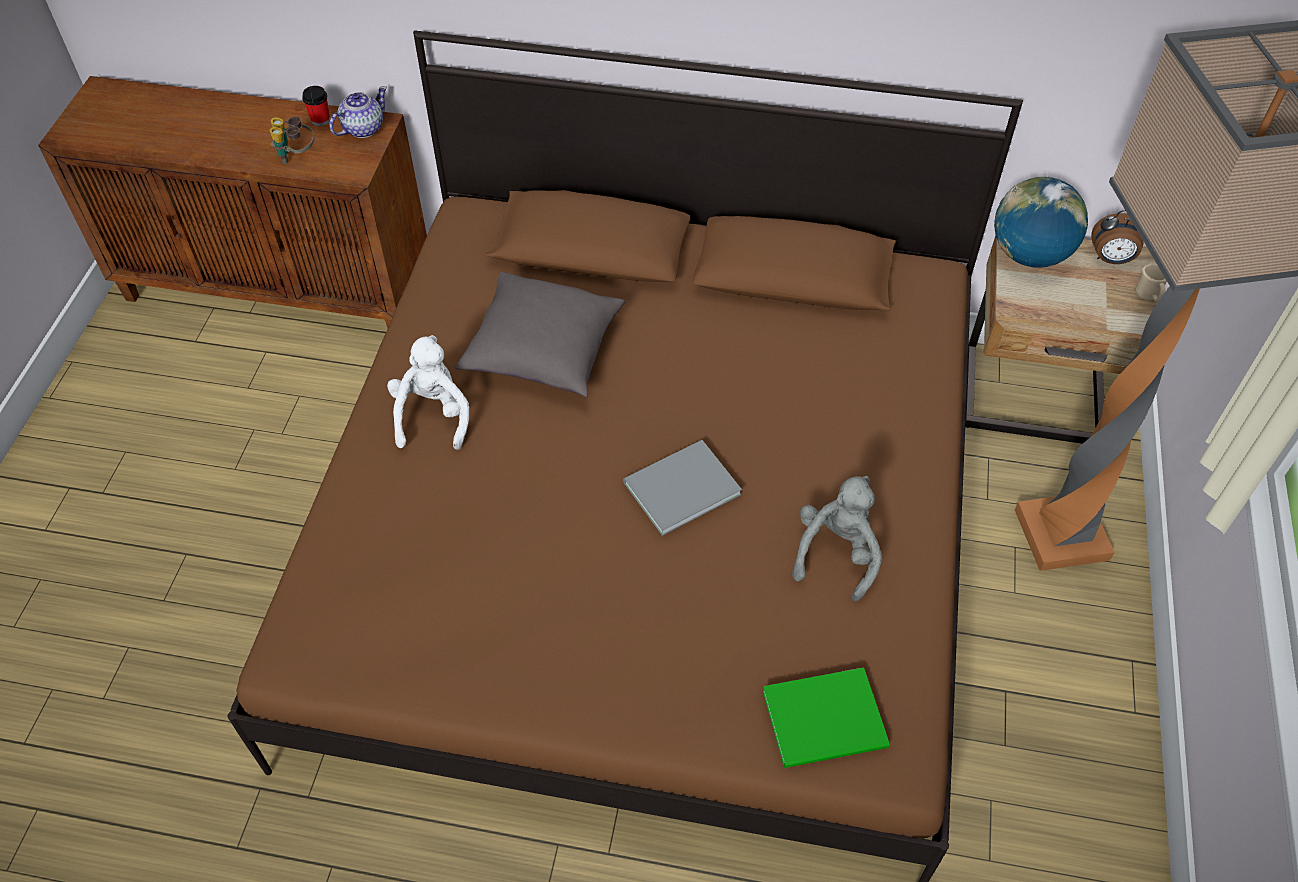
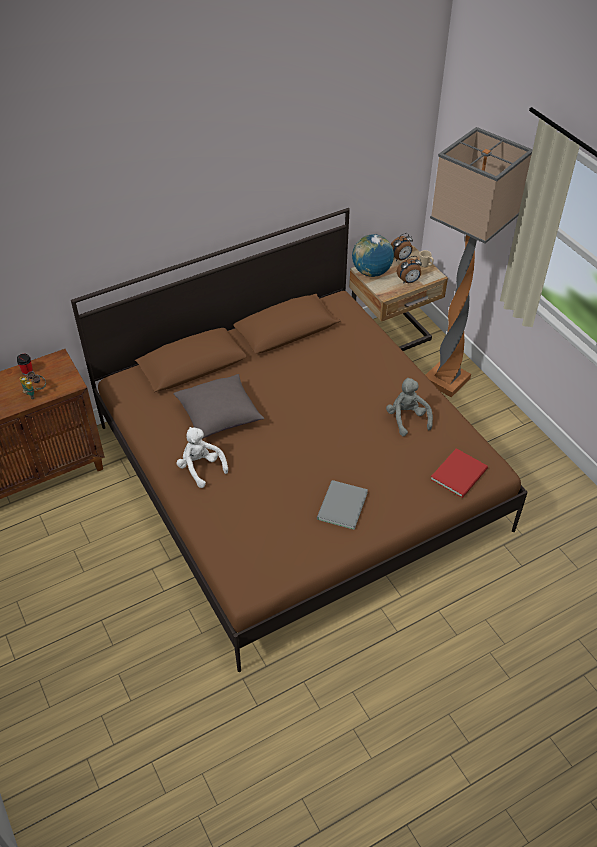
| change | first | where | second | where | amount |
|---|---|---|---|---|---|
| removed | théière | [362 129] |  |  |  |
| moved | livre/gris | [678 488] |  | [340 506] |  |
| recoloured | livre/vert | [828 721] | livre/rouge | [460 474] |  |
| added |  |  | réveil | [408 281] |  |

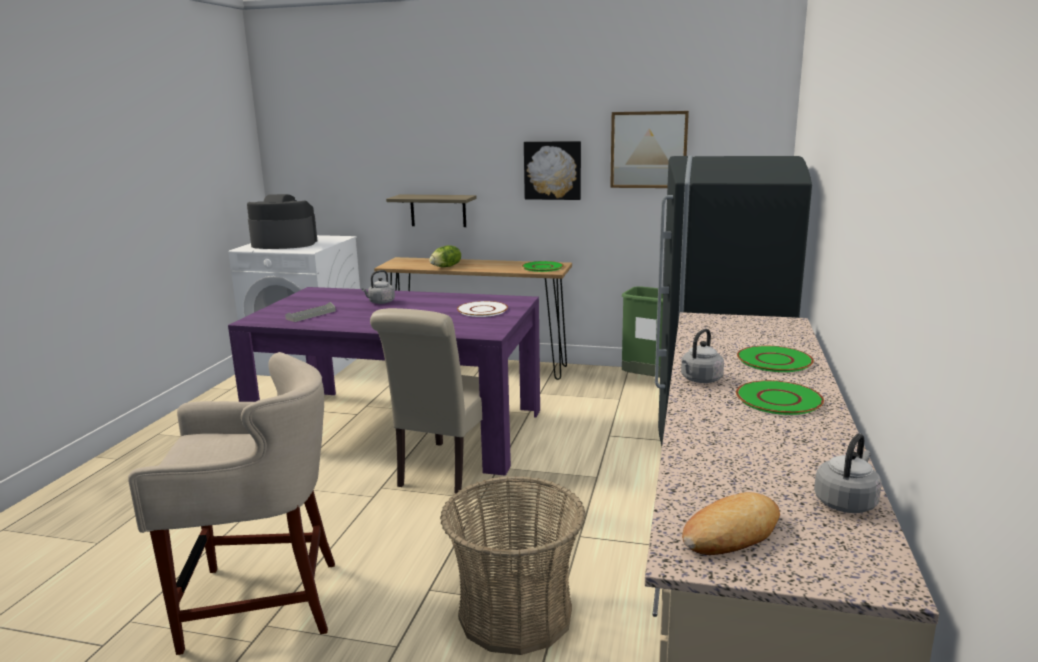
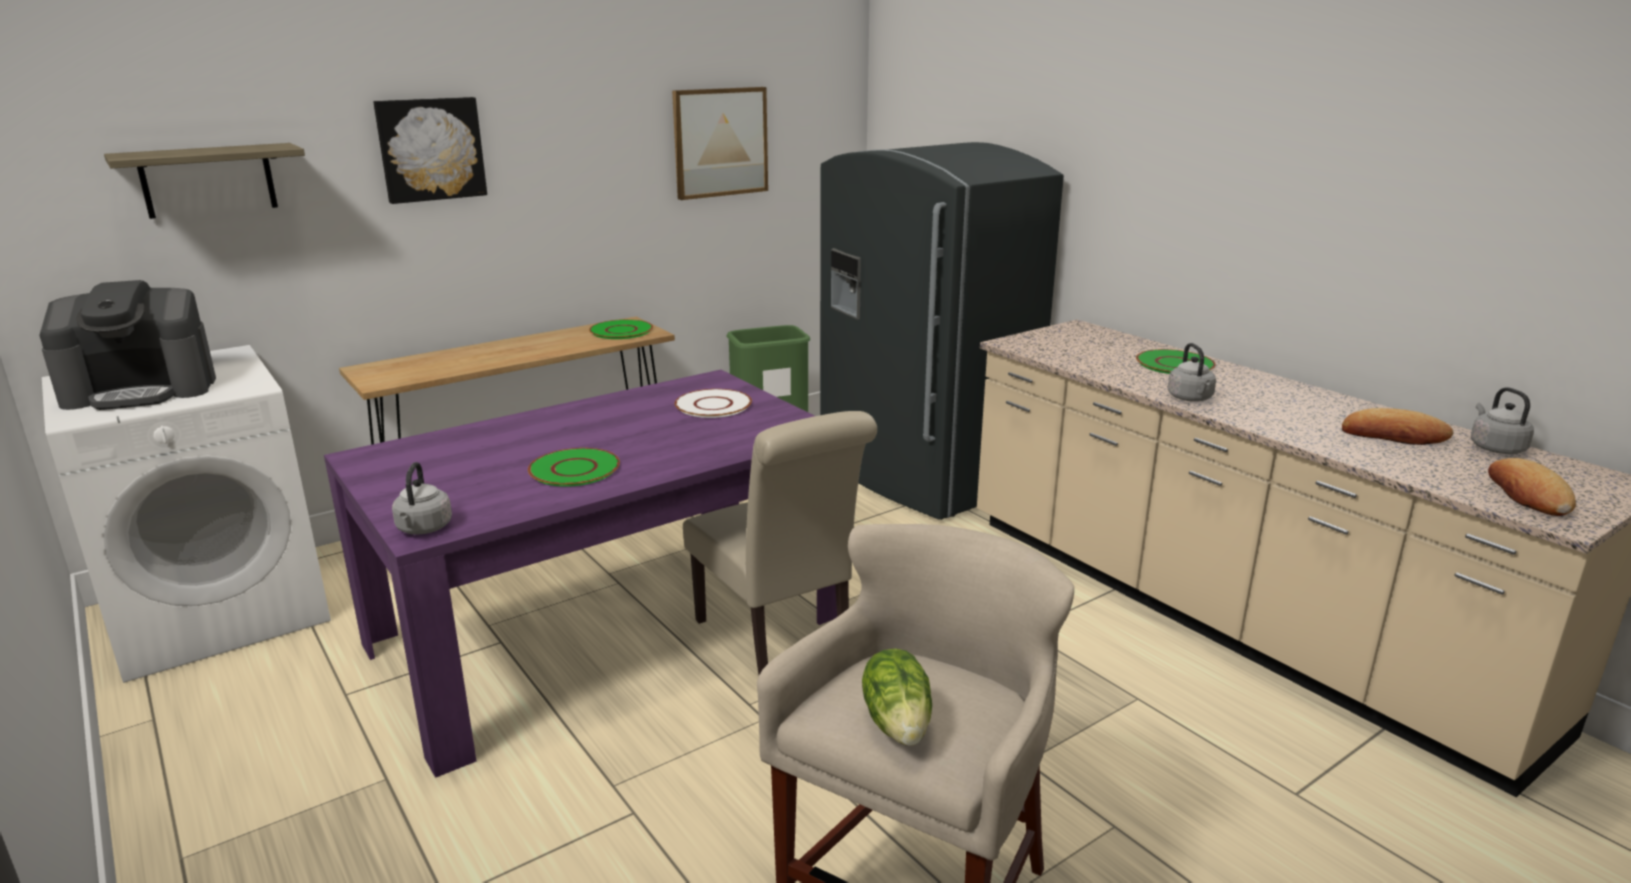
| change | first | where | second | where | amount |
|---|---|---|---|---|---|
| turned | machine à café | [284 244] |  | [142 390] | 150 degrees counterclockwise |
| removed | plateau/gris | [311 315] |  |  |  |
| moved | bouilloire/gris | [380 302] |  | [423 529] |  |
| moved | étagère | [438 210] |  | [208 180] |  |
| moved | laitue | [446 267] |  | [899 723] |  |
| removed | panier | [515 614] |  |  |  |
| moved | tableau | [552 170] |  | [430 149] |  |
| moved | assiette/vert | [779 399] |  | [575 469] |  |
| added |  |  | pain | [1393 436] |  |

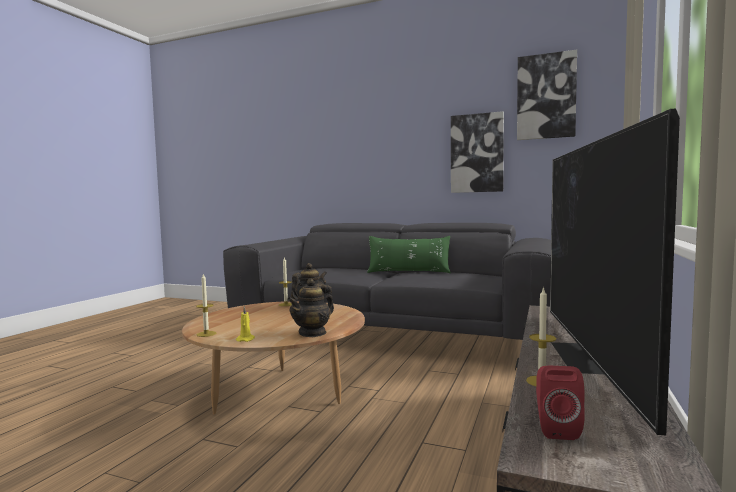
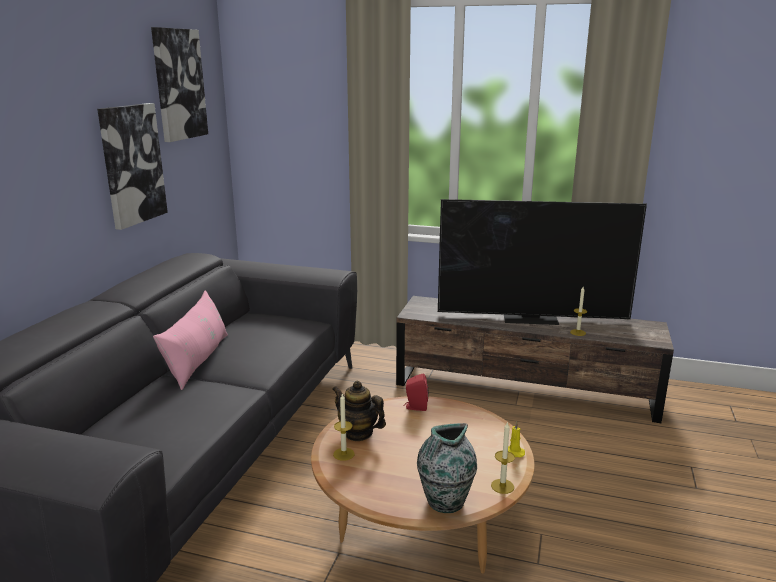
| change | first | where | second | where | amount |
|---|---|---|---|---|---|
| removed | théière | [312 333] |  |  |  |
| recoloured | coussin/vert | [408 272] | coussin/rose | [198 360] |  |
| moved | enceinte/rouge | [556 429] |  | [415 407] |  |
| added |  |  | vase | [444 502] |  |

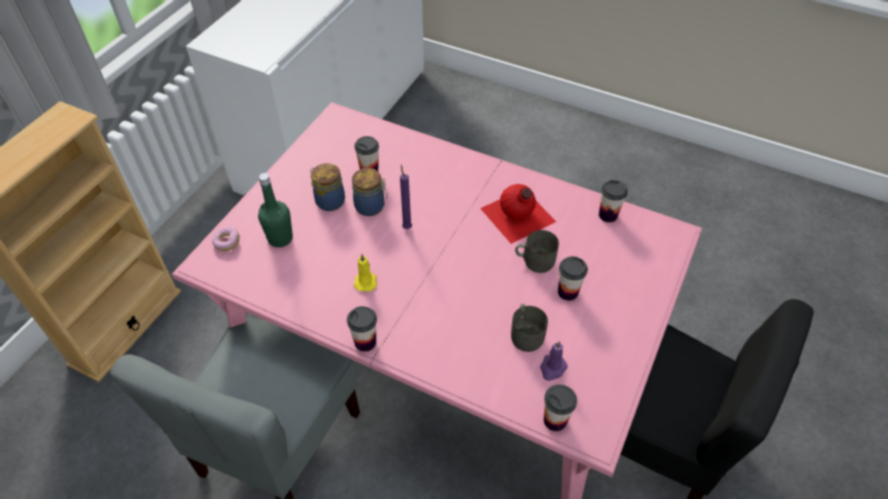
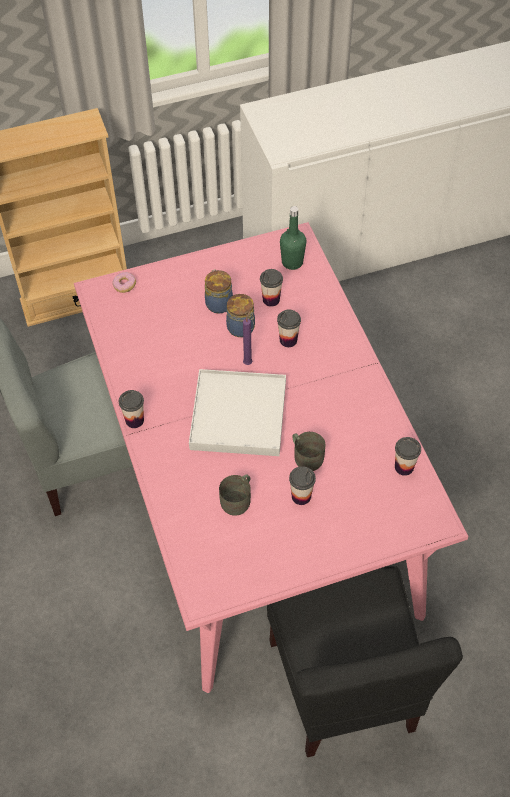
| change | first | where | second | where | amount |
|---|---|---|---|---|---|
| moved | bouteille/vert | [280 238] |  | [292 262] |  |
| removed | bougie/jaune | [365 281] |  |  |  |
| removed | bouteille/rouge | [517 216] |  |  |  |
| removed | bougie/violet | [552 368] |  |  |  |
| moved | tasse | [555 420] |  | [288 340] |  |
| added |  |  | plateau/blanc | [238 416] |  |

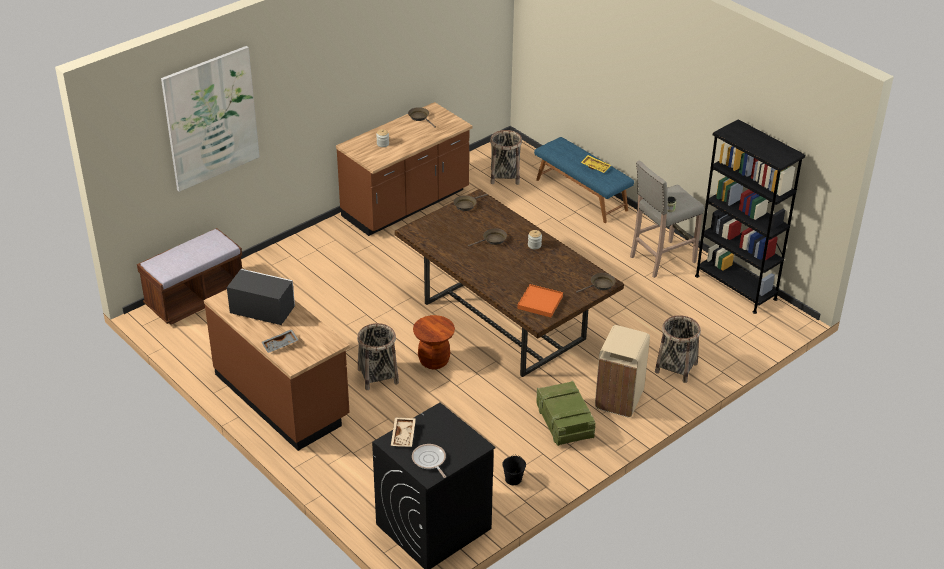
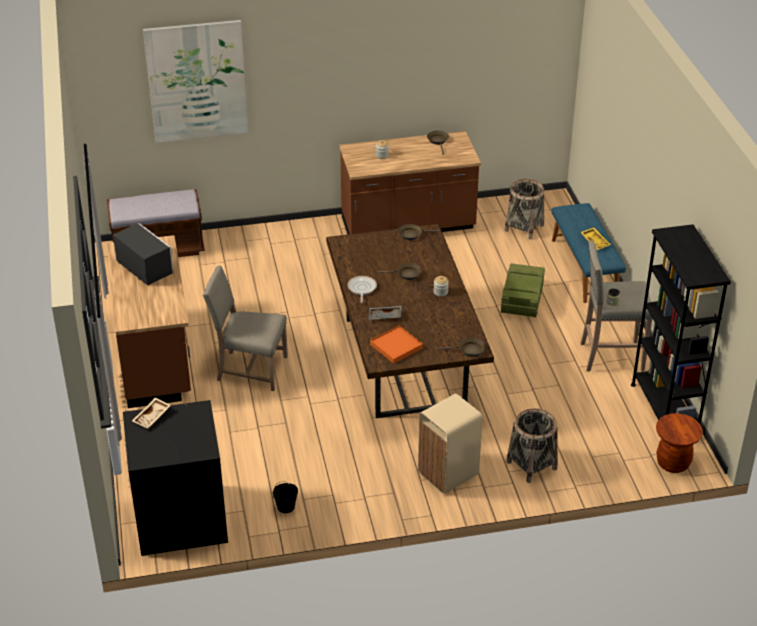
| change | first | where | second | where | amount |
|---|---|---|---|---|---|
| moved | plateau/gris | [280 345] |  | [385 317] |  |
| replaced | panier | [378 376] | chaise/beige | [249 369] |  |
| moved | poêle | [429 460] |  | [361 289] |  |
| moved | tabouret/marron | [434 361] |  | [673 463] |  |
| moved | caisse | [564 422] |  | [522 299] |  |

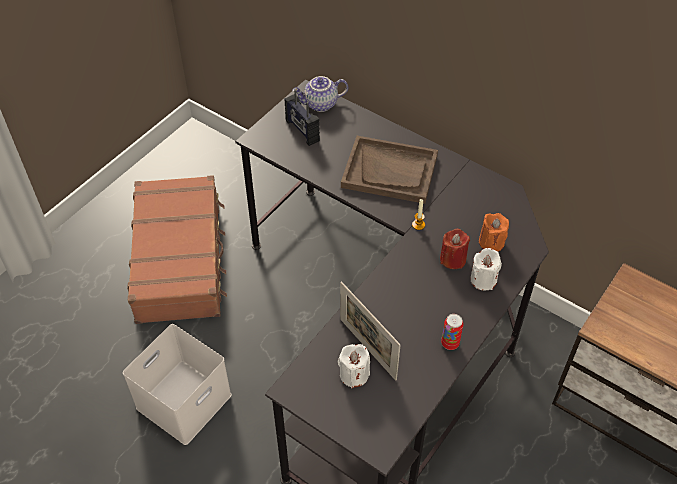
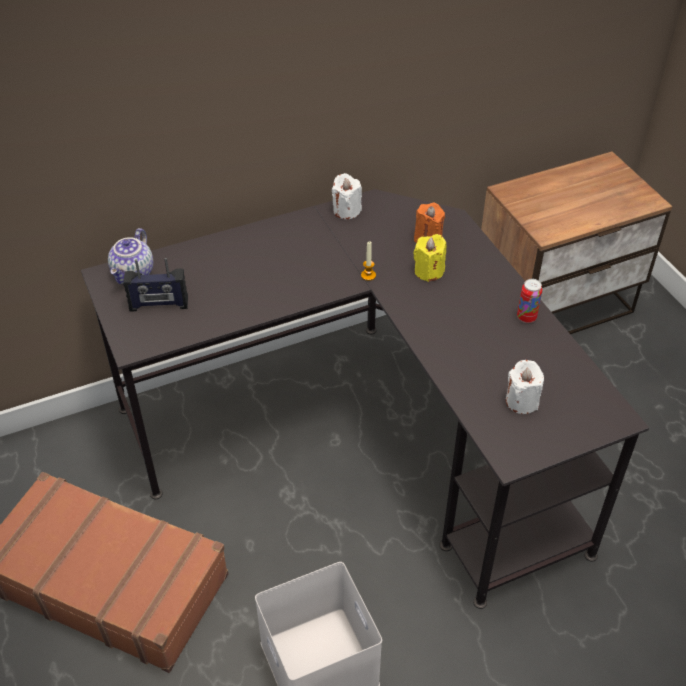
| change | first | where | second | where | amount |
|---|---|---|---|---|---|
| removed | cadre photo | [367 348] |  |  |  |
| removed | plateau/marron | [390 171] |  |  |  |
| recoloured | bougie/rouge | [453 259] | bougie/jaune | [429 271] |  |
| moved | bougie/blanc | [483 280] |  | [346 210] |  |

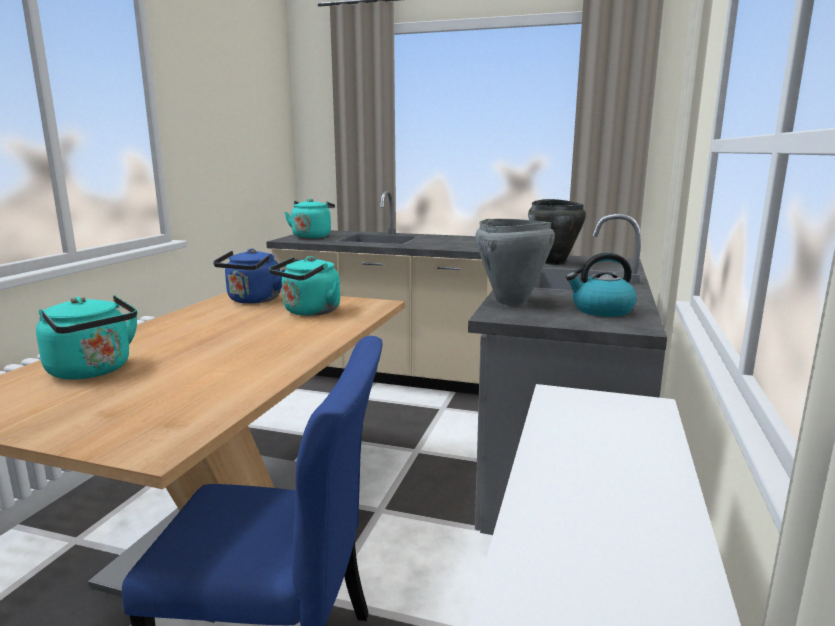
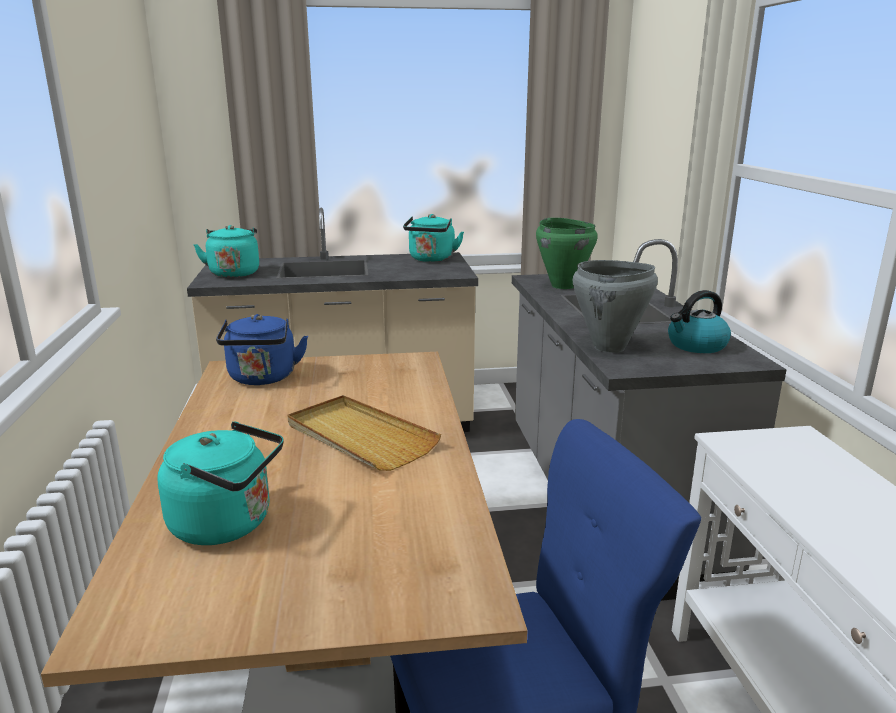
| change | first | where | second | where | amount |
|---|---|---|---|---|---|
| moved | bouilloire/turquoise | [309 312] |  | [431 259] |  |
| recoloured | marmite/noir | [553 262] | marmite/vert | [563 286] |  |
| added |  |  | plateau/beige | [359 437] |  |

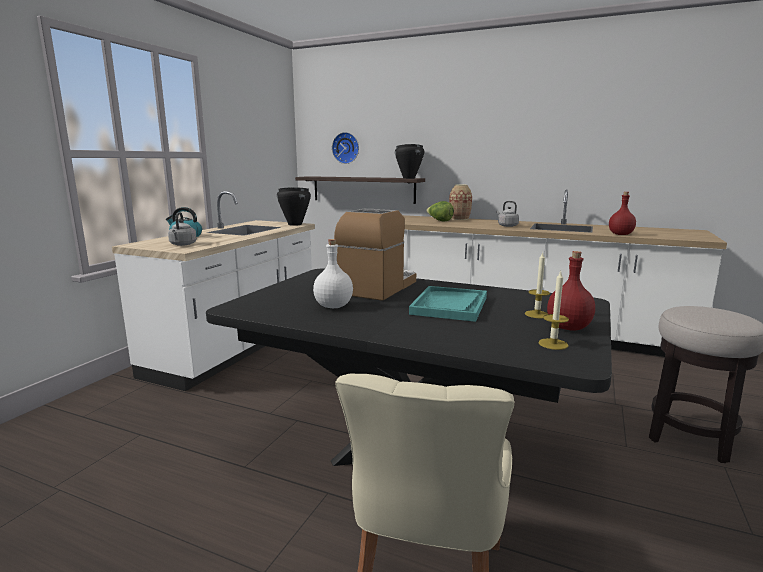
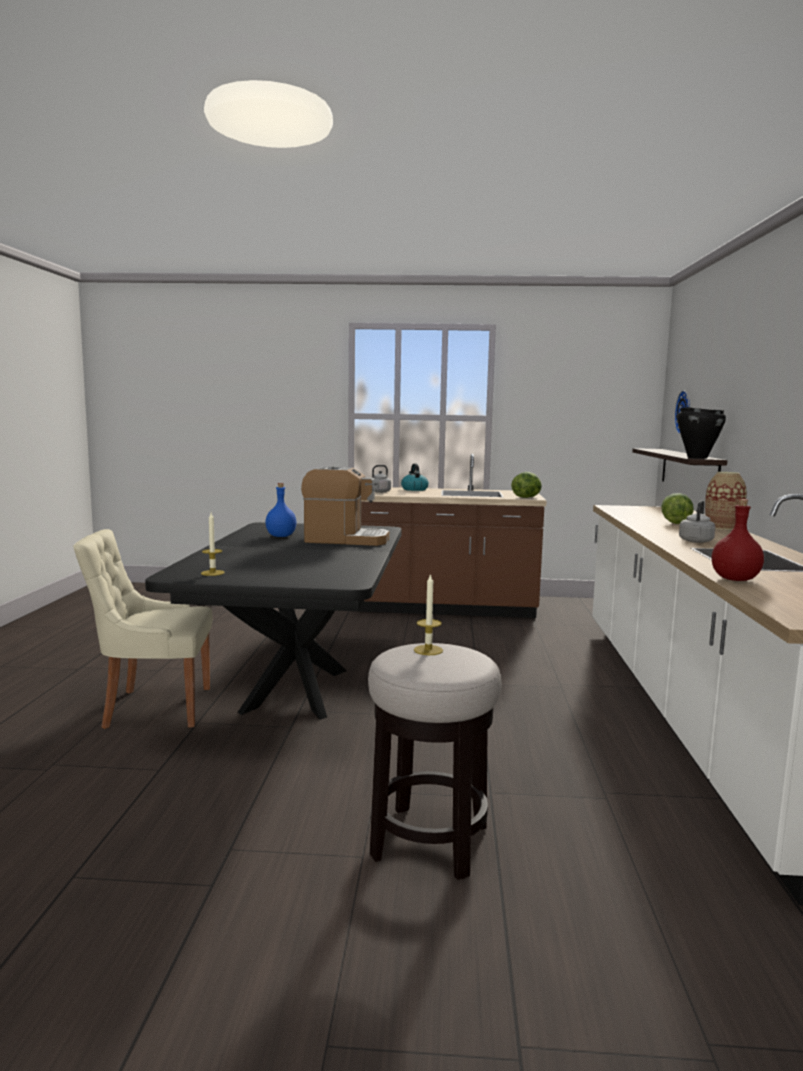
| change | first | where | second | where | amount |
|---|---|---|---|---|---|
| recoloured | comptoir de cuisine/blanc | [237 348] | comptoir de cuisine/marron | [442 608] |  |
| replaced | marmite/noir | [294 224] | laitue | [527 497] |  |
| recoloured | bouteille/blanc | [334 306] | bouteille/bleu | [281 536] |  |
| removed | plateau/turquoise | [450 306] |  |  |  |
| moved | bougie | [537 314] |  | [428 650] |  |
| removed | bouteille/rouge | [568 328] |  |  |  |

